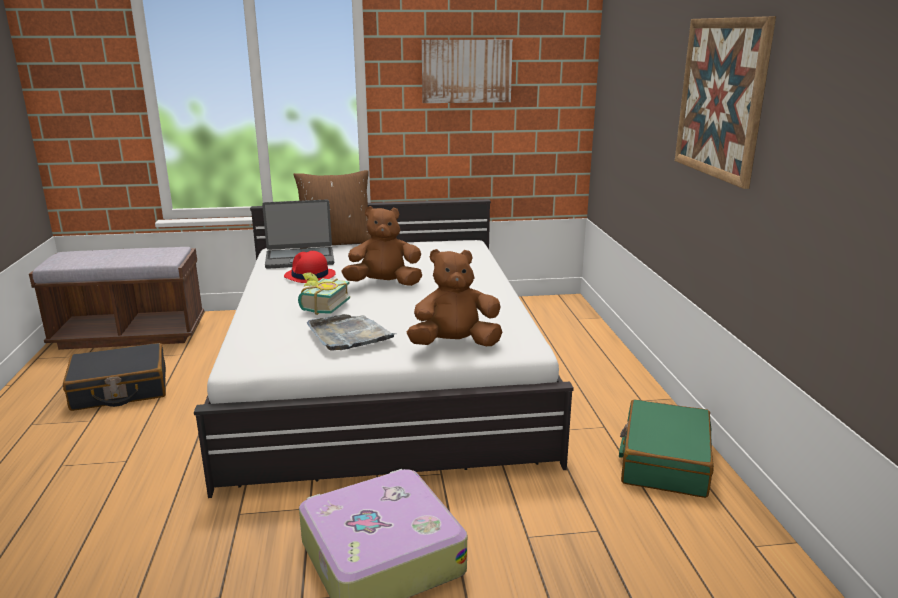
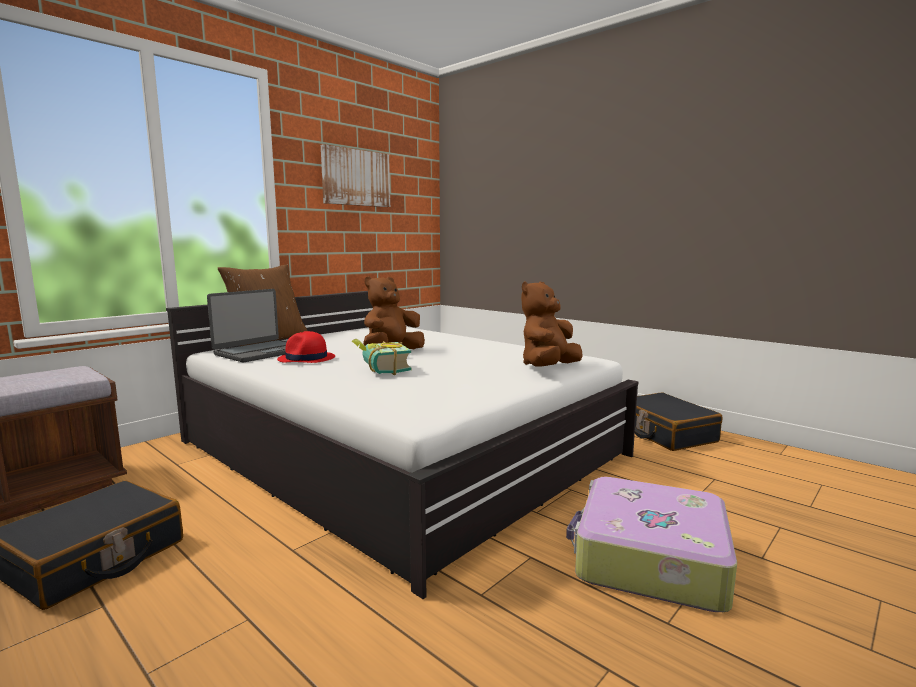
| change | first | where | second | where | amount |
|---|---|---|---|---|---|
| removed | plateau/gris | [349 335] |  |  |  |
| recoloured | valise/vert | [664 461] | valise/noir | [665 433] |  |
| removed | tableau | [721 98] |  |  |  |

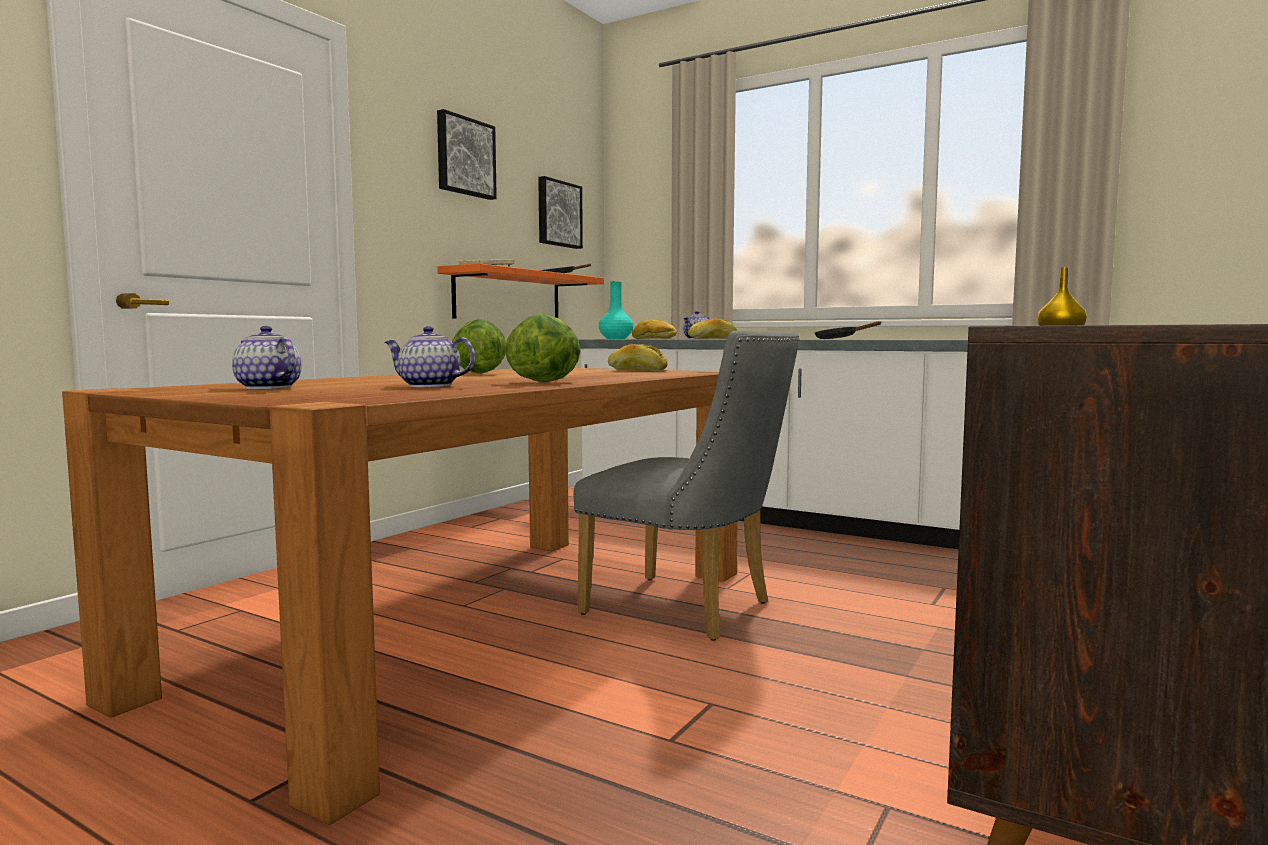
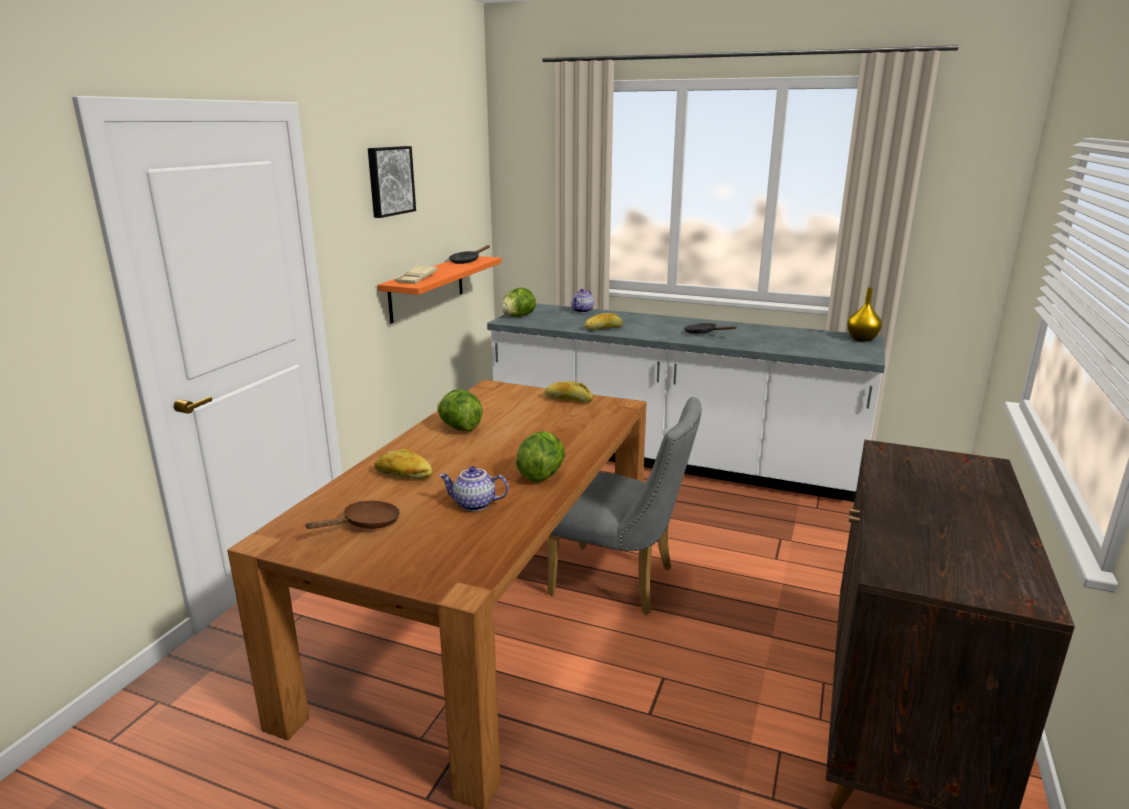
| change | first | where | second | where | amount |
|---|---|---|---|---|---|
| replaced | théière | [266 388] | poêle/marron | [366 524] |  |
| removed | tableau | [558 214] |  |  |  |
| replaced | vase/turquoise | [616 338] | laitue | [518 316] |  |
| moved | pain | [654 339] |  | [403 475] |  |

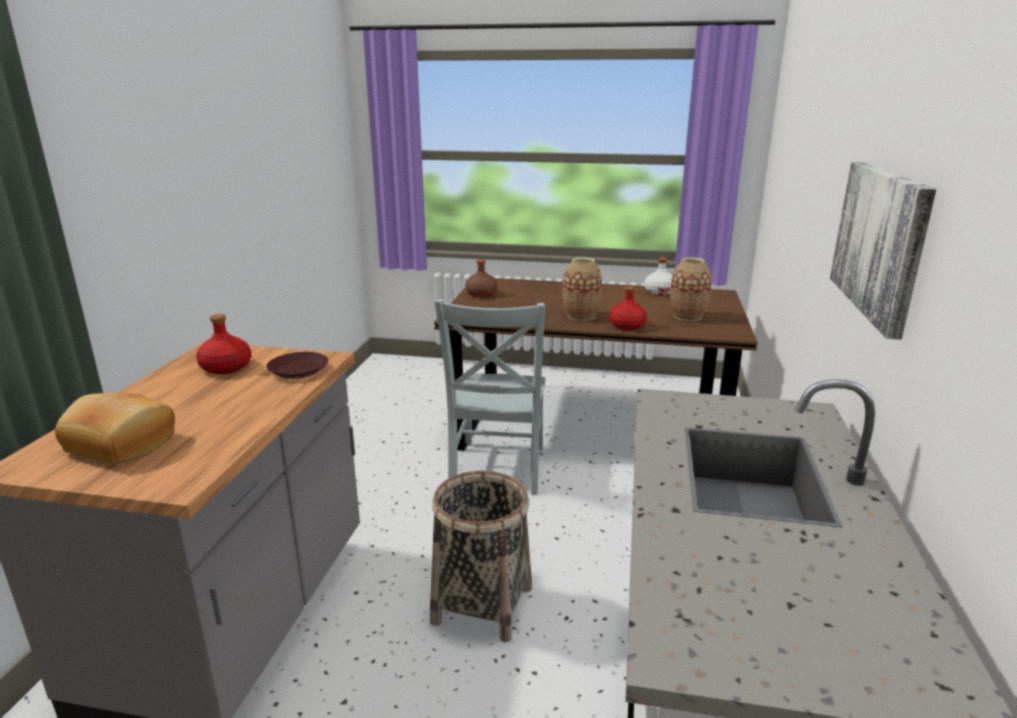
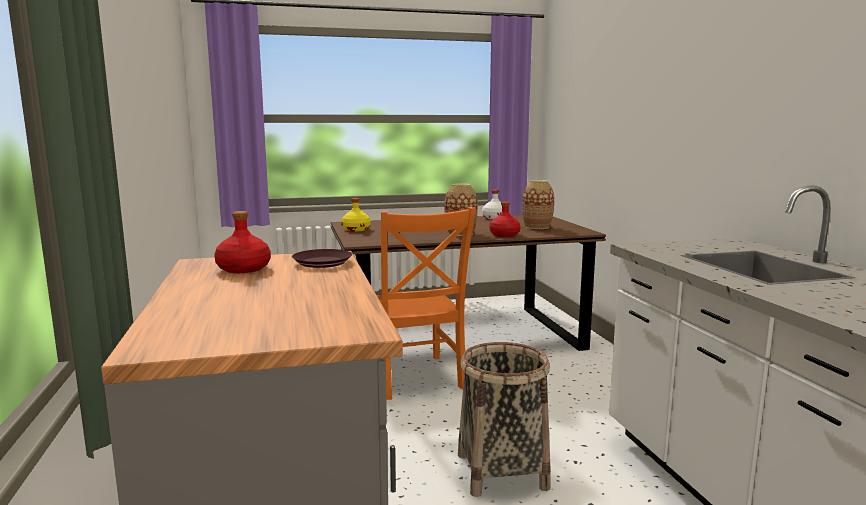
| change | first | where | second | where | amount |
|---|---|---|---|---|---|
| removed | pain | [119 445] |  |  |  |
| recoloured | chaise/gris | [497 470] | chaise/orange | [415 378] |  |
| recoloured | bouteille/marron | [481 294] | bouteille/jaune | [356 229] |  |
| removed | tableau | [881 242] |  |  |  |

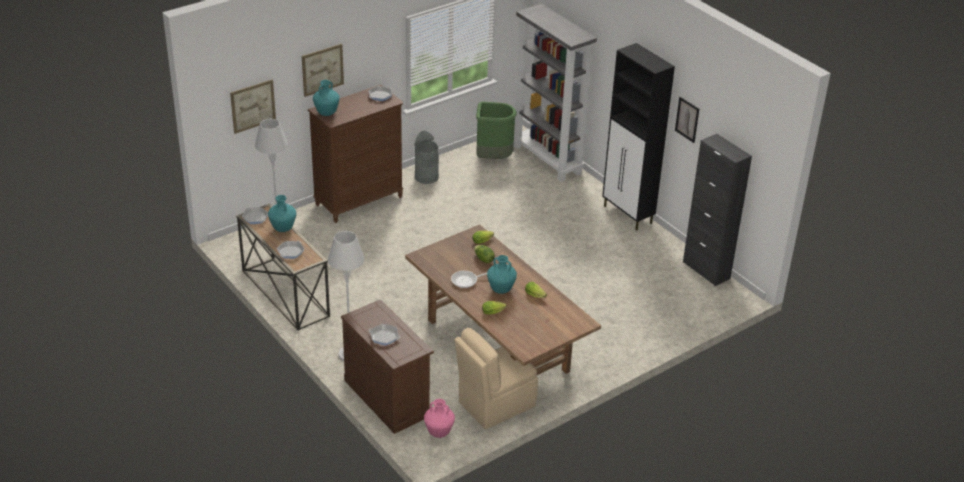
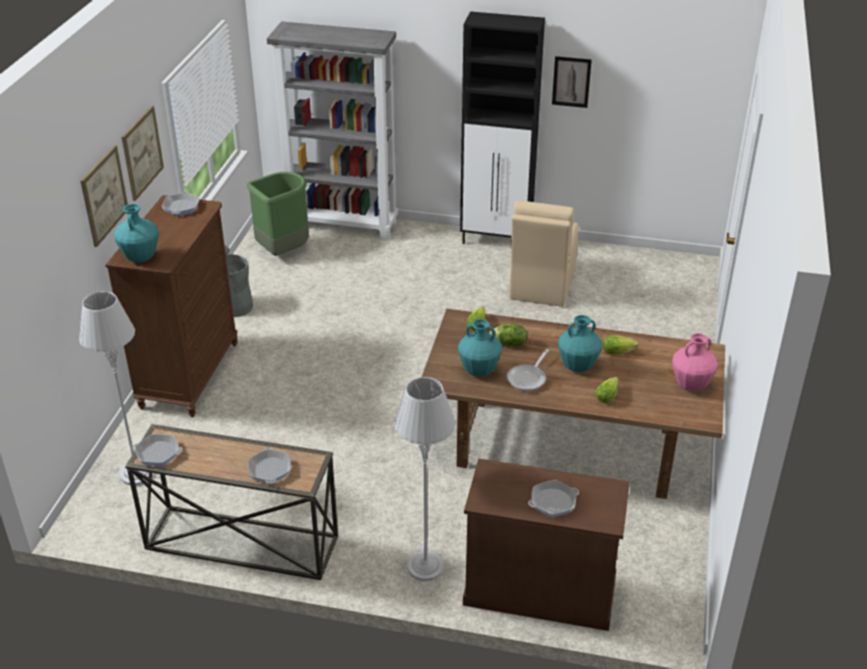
| change | first | where | second | where | amount |
|---|---|---|---|---|---|
| moved | tableau | [253 106] |  | [142 152] |  |
| moved | vase/turquoise | [283 228] |  | [478 371] |  |
| moved | vase/rose | [439 433] |  | [691 385] |  |
| moved | chaise/beige | [495 404] |  | [541 285] |  |
| removed | meuble de rangement/noir | [706 270] |  |  |  |

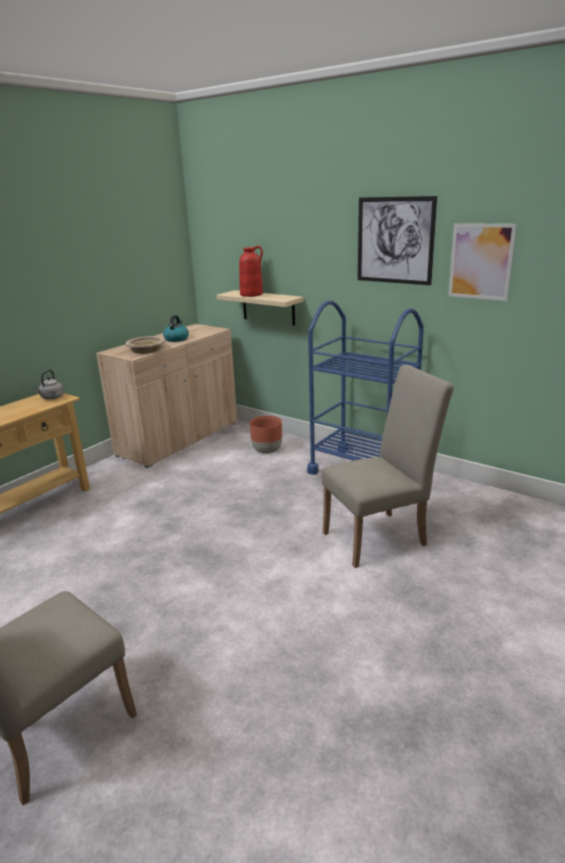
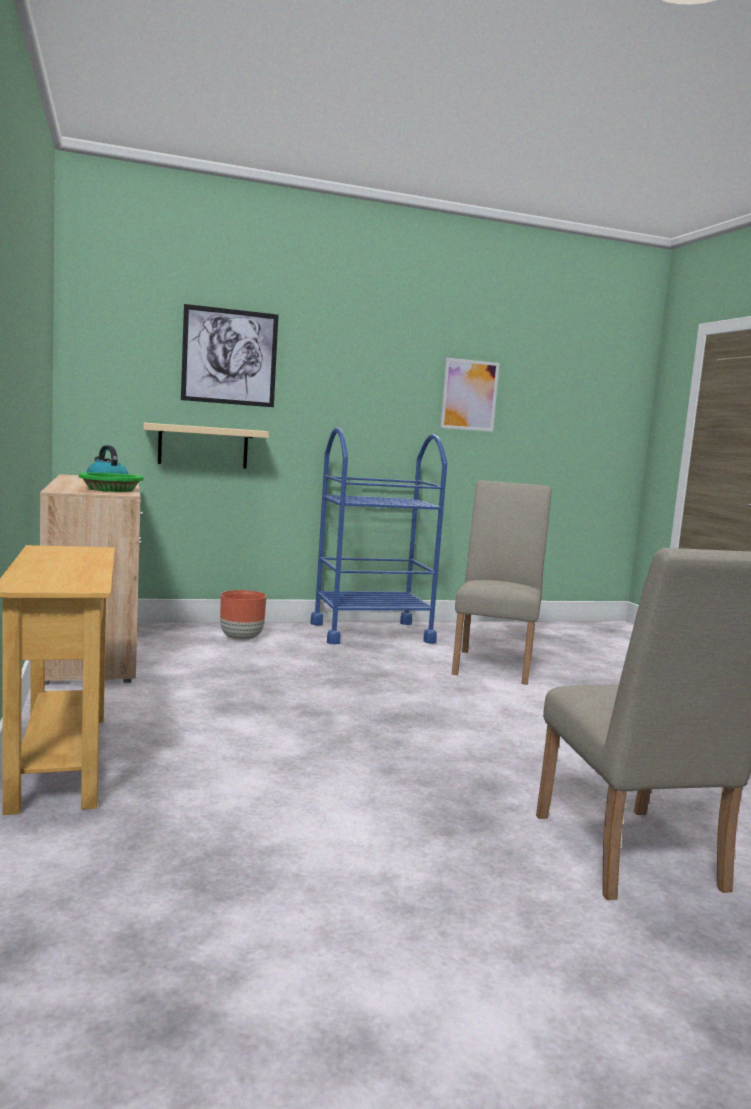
| change | first | where | second | where | amount |
|---|---|---|---|---|---|
| removed | bouilloire/gris | [51 398] |  |  |  |
| recoloured | bol/beige | [146 349] | bol/vert | [110 489] |  |
| removed | vase/rouge | [252 294] |  |  |  |
| moved | tableau | [395 240] |  | [229 357] |  |

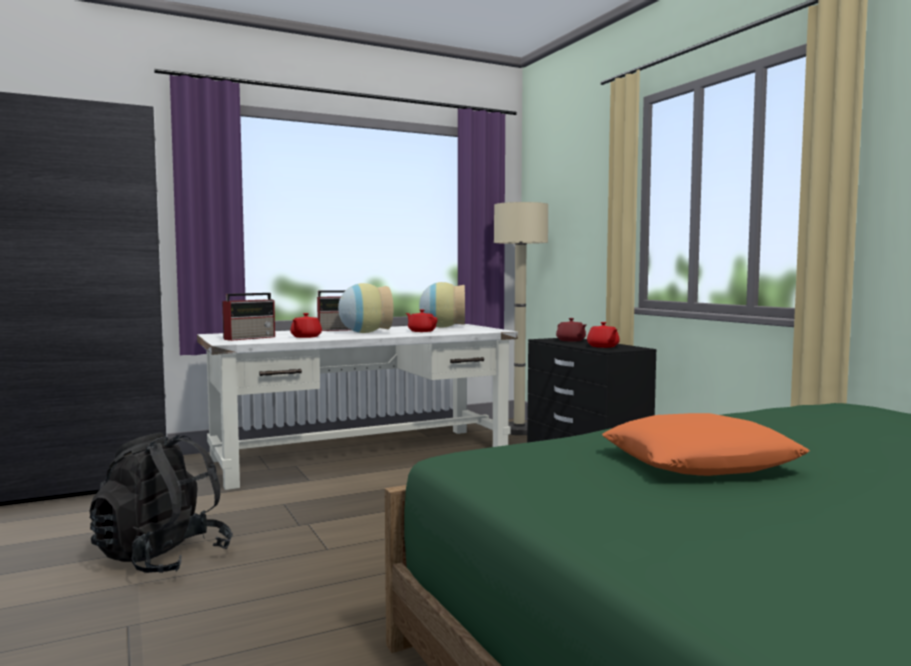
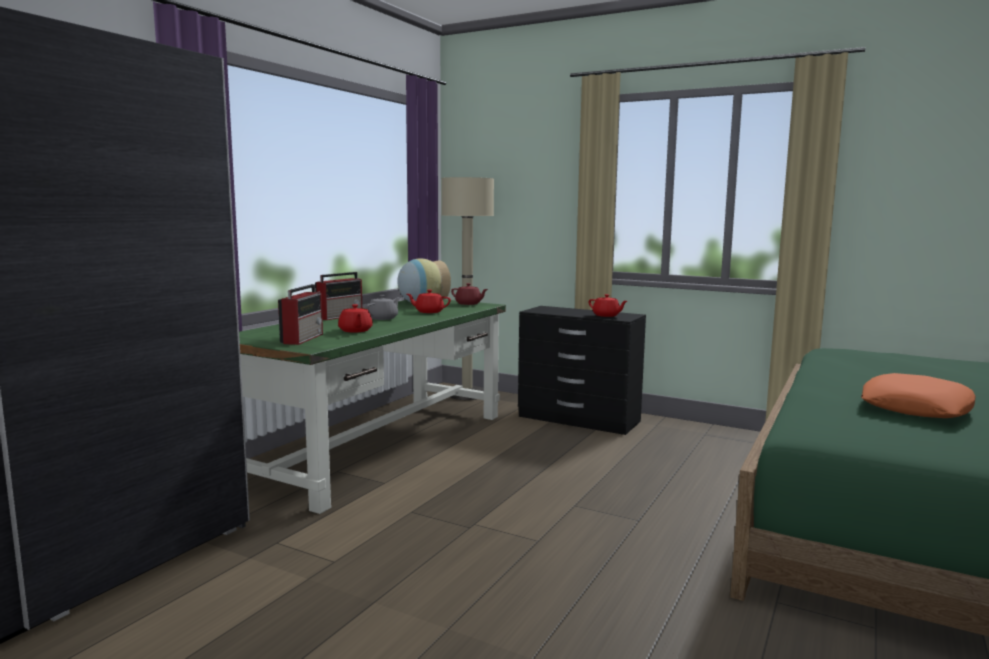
| change | first | where | second | where | amount |
|---|---|---|---|---|---|
| removed | sac à dos/noir | [162 558] |  |  |  |
| recoloured | bureau/blanc | [363 455] | bureau/vert | [381 446] |  |
| replaced | vase | [364 332] | théière/gris | [383 318] |  |
| moved | théière/rouge | [571 341] |  | [468 304] |  |

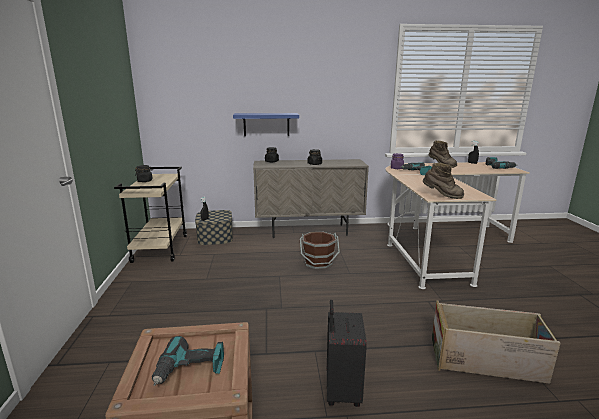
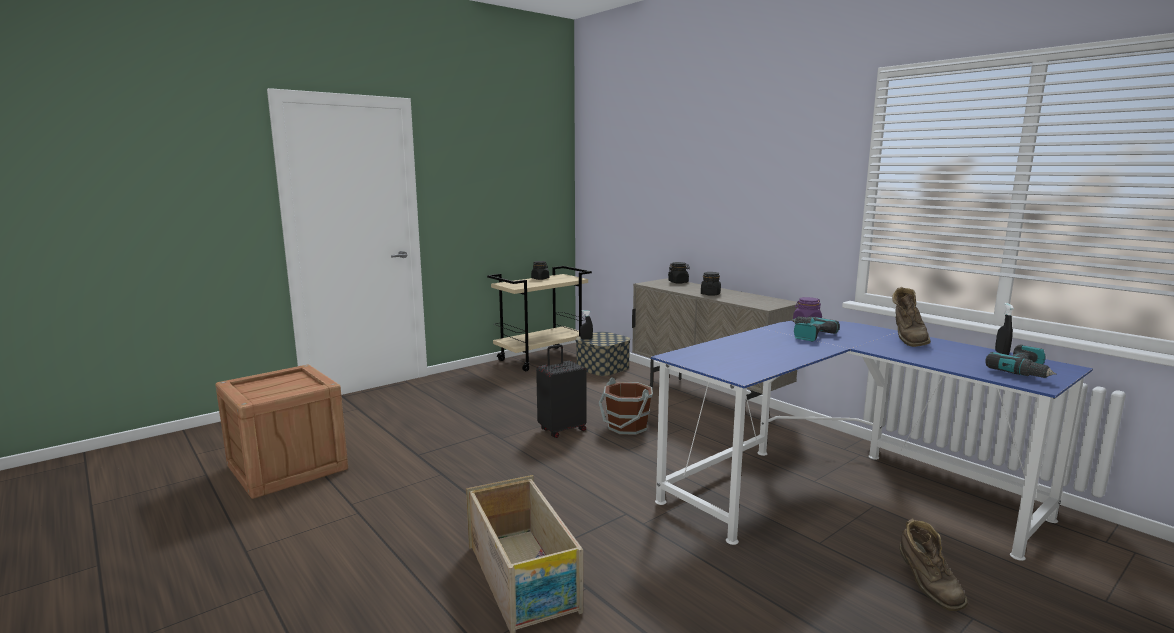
| change | first | where | second | where | amount |
|---|---|---|---|---|---|
| removed | perceuse | [190 370] |  |  |  |
| removed | étagère/bleu | [266 124] |  |  |  |
| moved | valise/noir | [341 391] |  | [561 430] |  |
| recoloured | bureau/beige | [438 246] | bureau/bleu | [837 489] |  |
| moved | botte/marron | [442 196] |  | [926 588] |  |

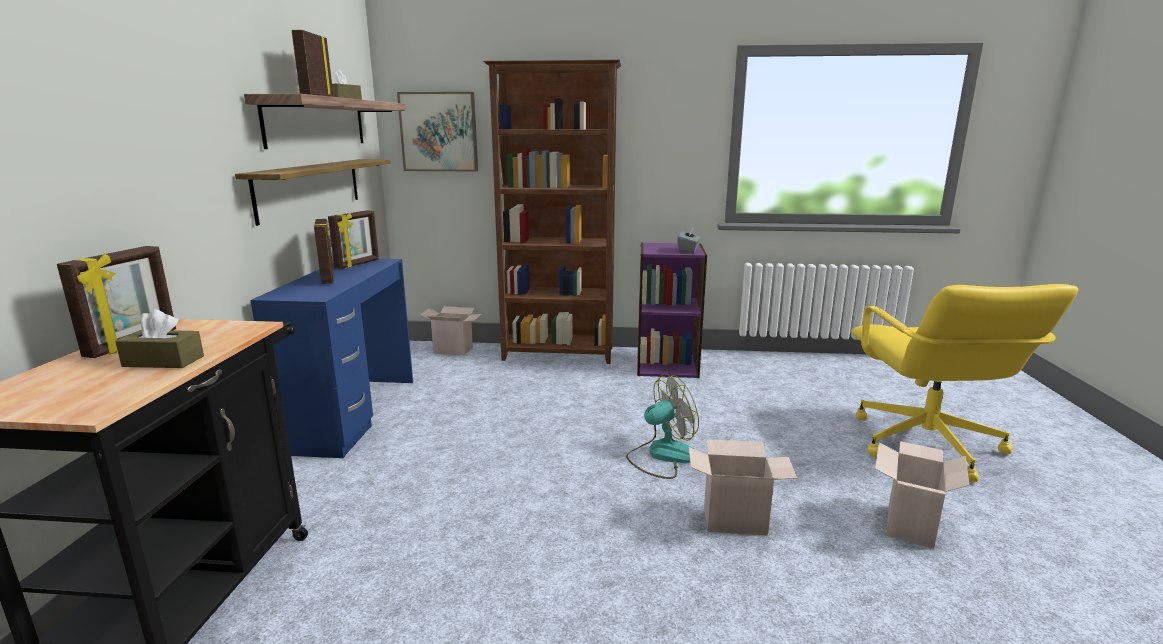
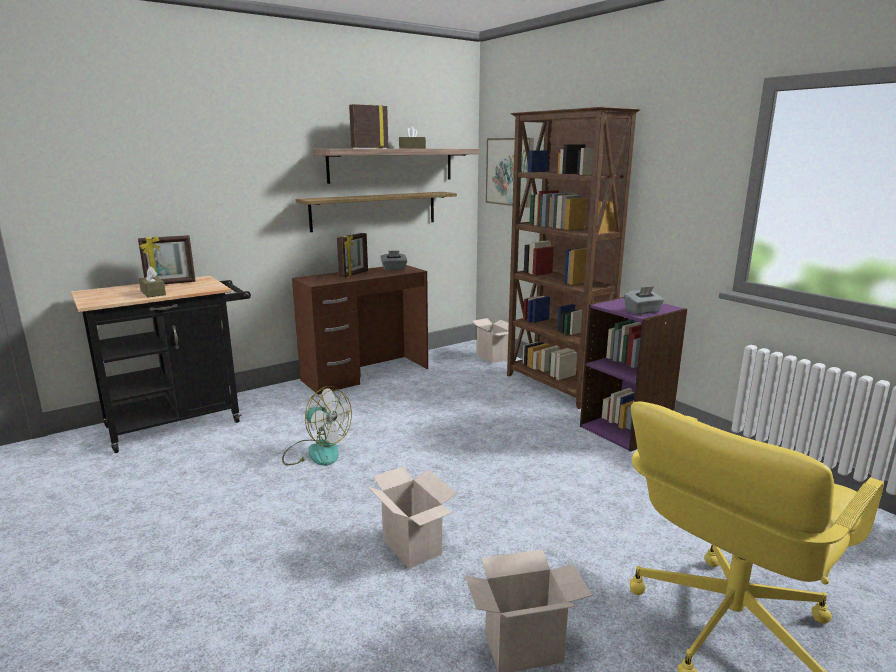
| change | first | where | second | where | amount |
|---|---|---|---|---|---|
| recoloured | bureau/bleu | [353 414] | bureau/marron | [365 374] |  |
| replaced | cadre photo | [358 264] | boîte à mouchoirs/gris | [394 269] |  |
| moved | ventilateur | [662 456] |  | [316 452] |  |

